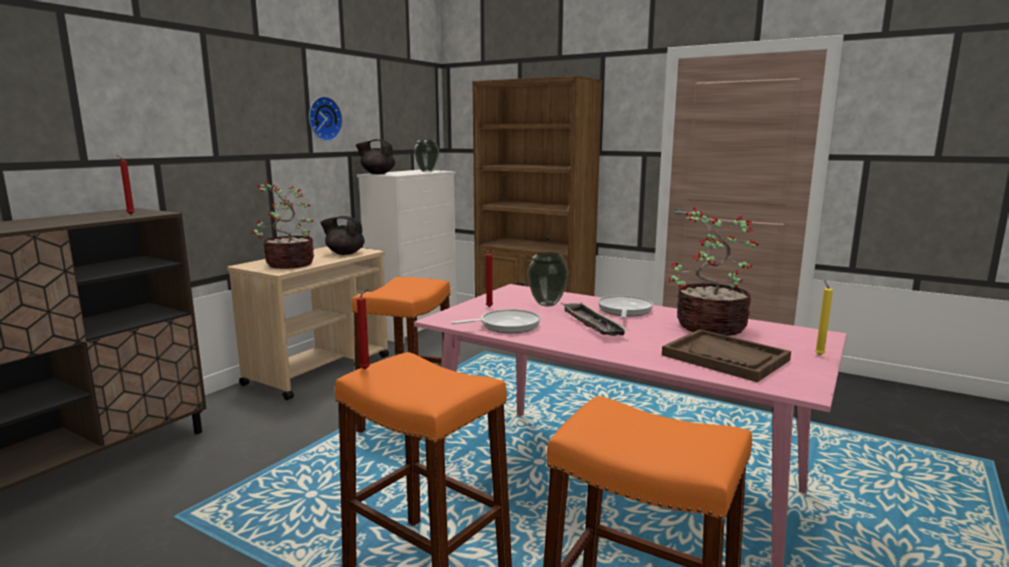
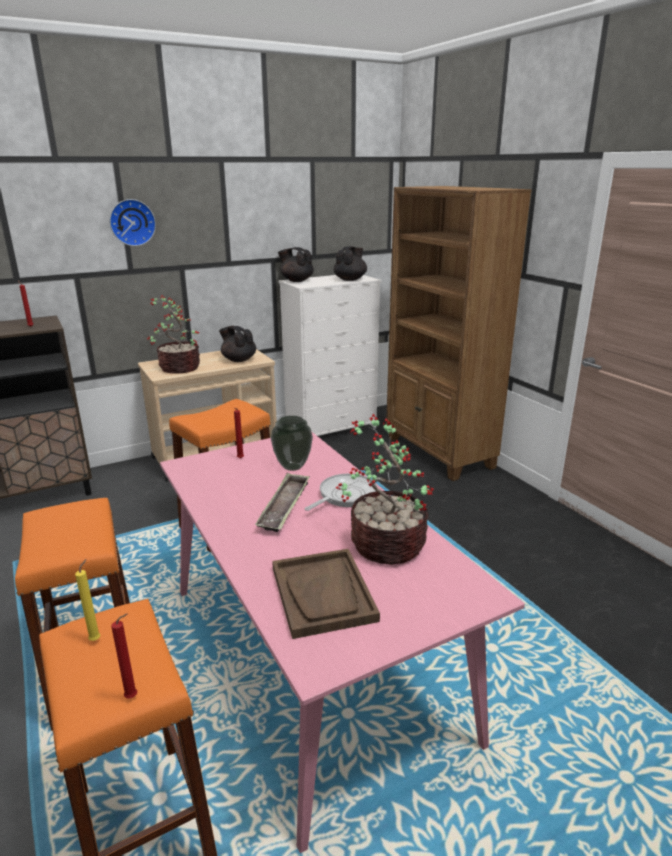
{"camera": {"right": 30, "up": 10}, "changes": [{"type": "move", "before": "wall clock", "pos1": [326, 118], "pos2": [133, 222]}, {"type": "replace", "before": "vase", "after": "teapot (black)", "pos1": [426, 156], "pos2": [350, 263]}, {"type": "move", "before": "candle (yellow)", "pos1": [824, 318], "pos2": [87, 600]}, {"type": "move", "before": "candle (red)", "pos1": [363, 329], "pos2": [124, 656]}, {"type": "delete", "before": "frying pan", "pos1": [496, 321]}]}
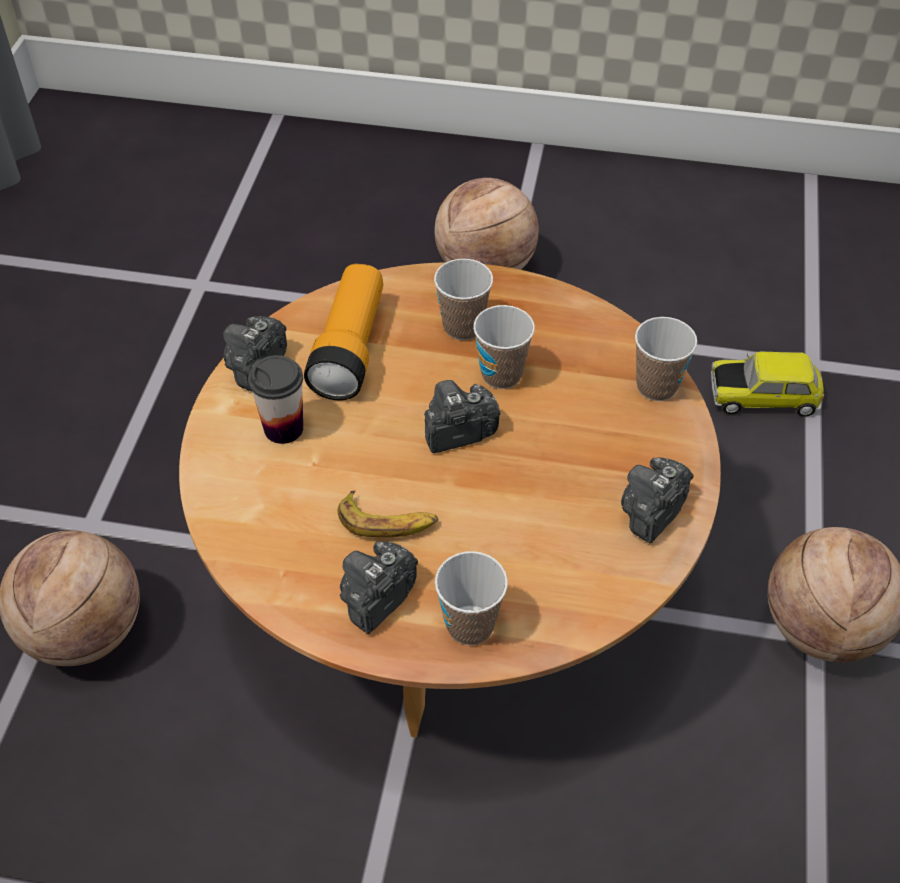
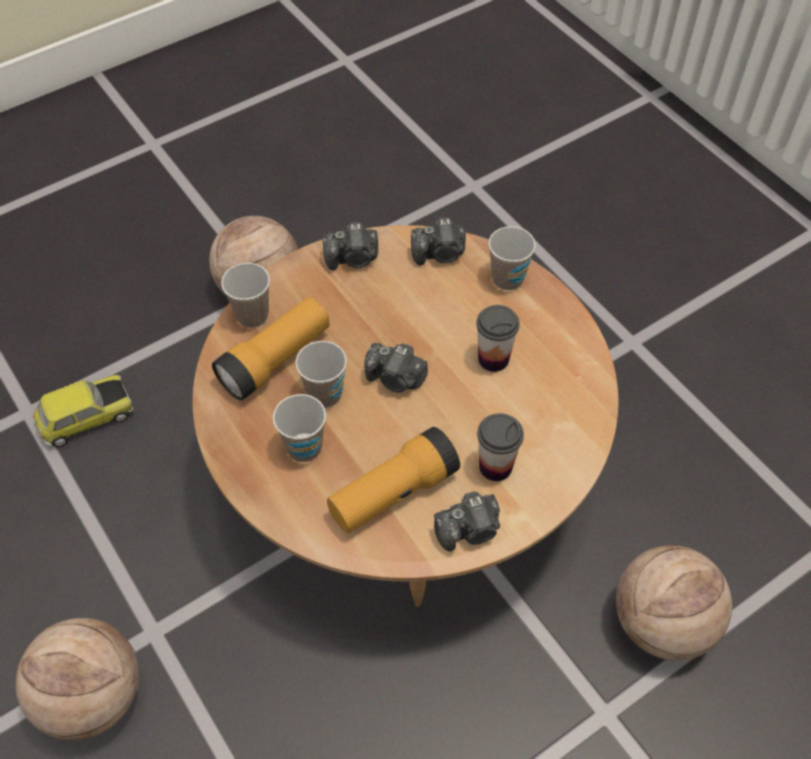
{"camera": {"right": -135, "up": 5}, "changes": [{"type": "rotate", "before": "toy car", "pos1": [767, 384], "pos2": [83, 411], "turn": -75}, {"type": "replace", "before": "banana", "after": "cup", "pos1": [388, 513], "pos2": [498, 338]}, {"type": "move", "before": "photo camera", "pos1": [379, 587], "pos2": [438, 241]}, {"type": "insert", "after": "flashlight", "pos2": [271, 348]}]}
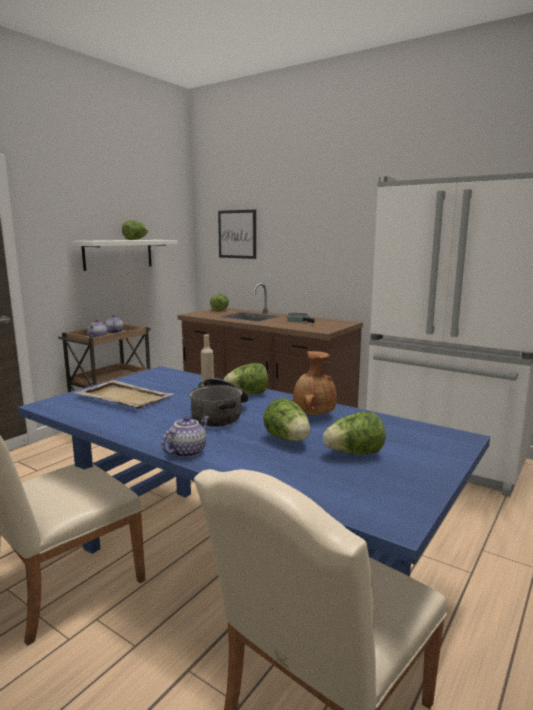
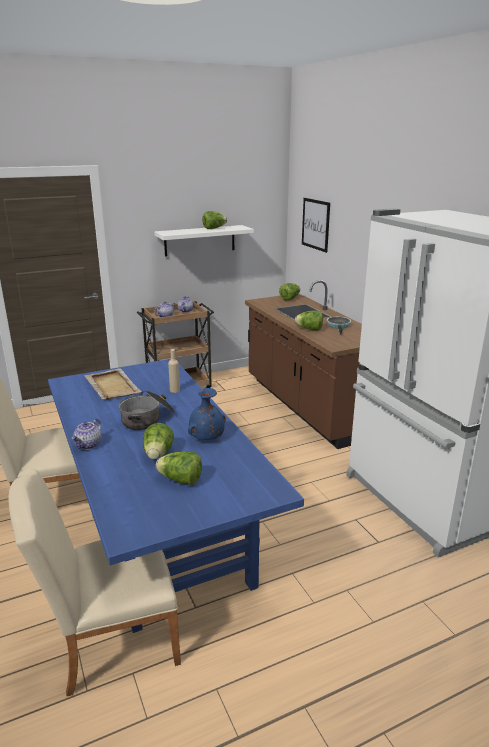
{"camera": {"right": 30, "up": 10}, "changes": [{"type": "recolor", "before": "vase (brown)", "after": "vase (blue)", "pos1": [315, 383], "pos2": [207, 414]}, {"type": "move", "before": "lettuce", "pos1": [246, 378], "pos2": [309, 320]}, {"type": "rotate", "before": "teapot", "pos1": [185, 437], "pos2": [86, 434], "turn": 135}]}
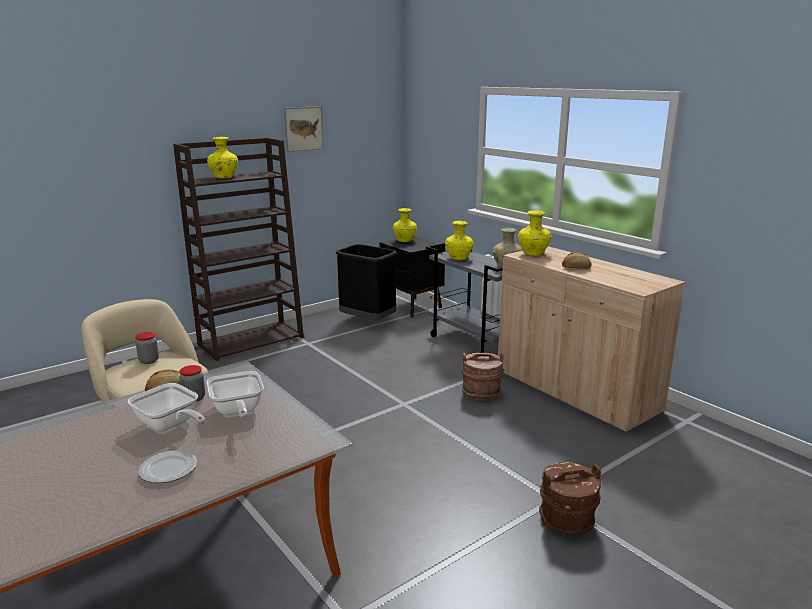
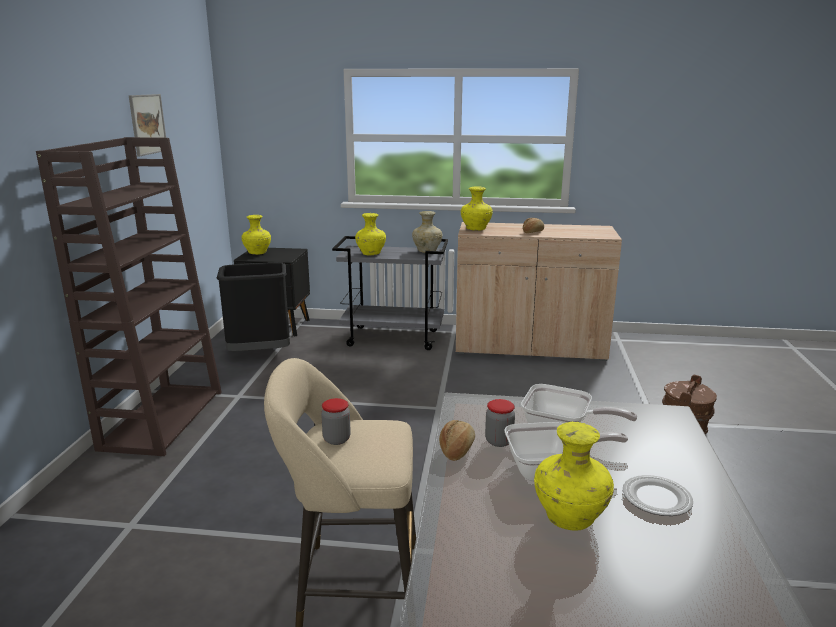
{"camera": {"right": -45, "up": 0}, "changes": [{"type": "move", "before": "vase (yellow)", "pos1": [222, 157], "pos2": [574, 476]}, {"type": "delete", "before": "bucket (brown)", "pos1": [482, 376]}]}
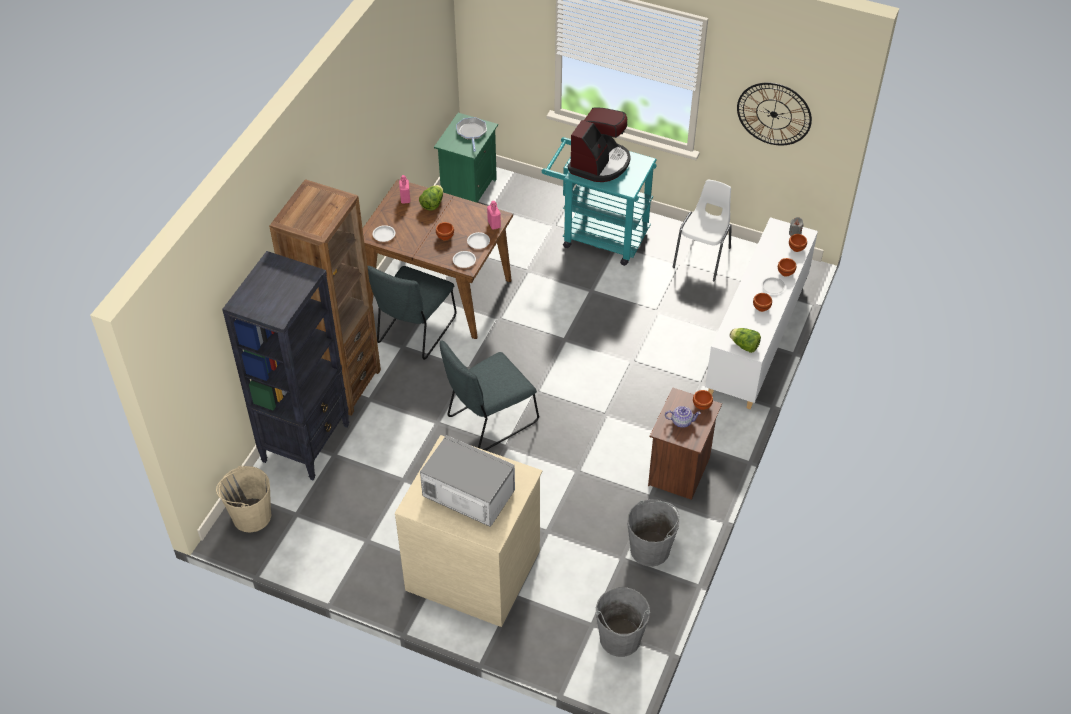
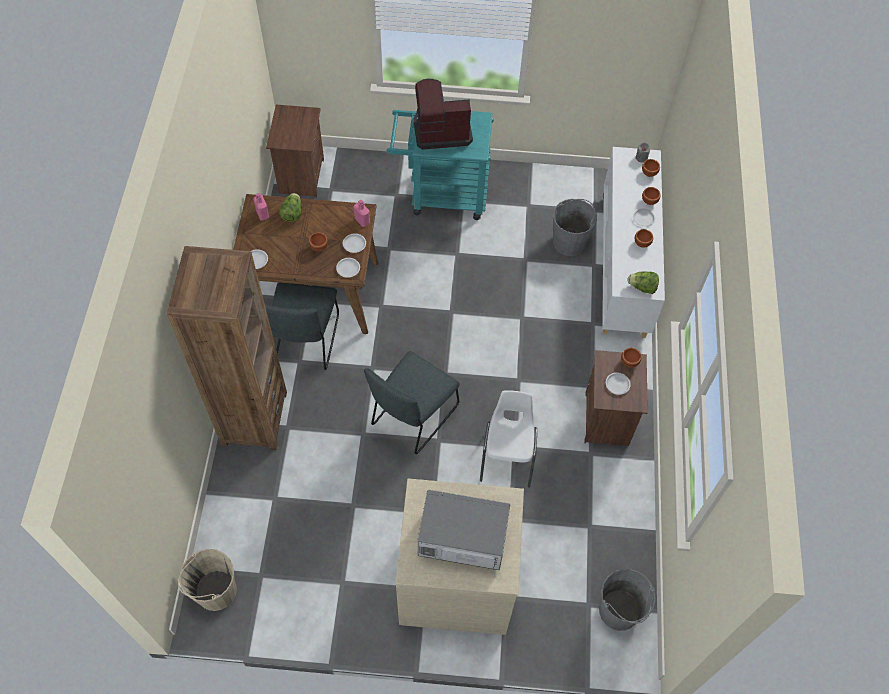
{"camera": {"right": -20, "up": 10}, "changes": [{"type": "delete", "before": "wall clock", "pos1": [774, 114]}, {"type": "rotate", "before": "coffee machine", "pos1": [599, 144], "pos2": [443, 114], "turn": -105}, {"type": "recolor", "before": "nightstand (green)", "after": "nightstand (brown)", "pos1": [466, 158], "pos2": [295, 151]}, {"type": "delete", "before": "frying pan", "pos1": [471, 134]}, {"type": "move", "before": "chair (white)", "pos1": [702, 230], "pos2": [508, 439]}, {"type": "delete", "before": "bookcase (black)", "pos1": [285, 366]}, {"type": "replace", "before": "teapot", "after": "plate (white)", "pos1": [683, 417], "pos2": [618, 384]}, {"type": "move", "before": "bucket (grey)", "pos1": [653, 533], "pos2": [575, 227]}]}
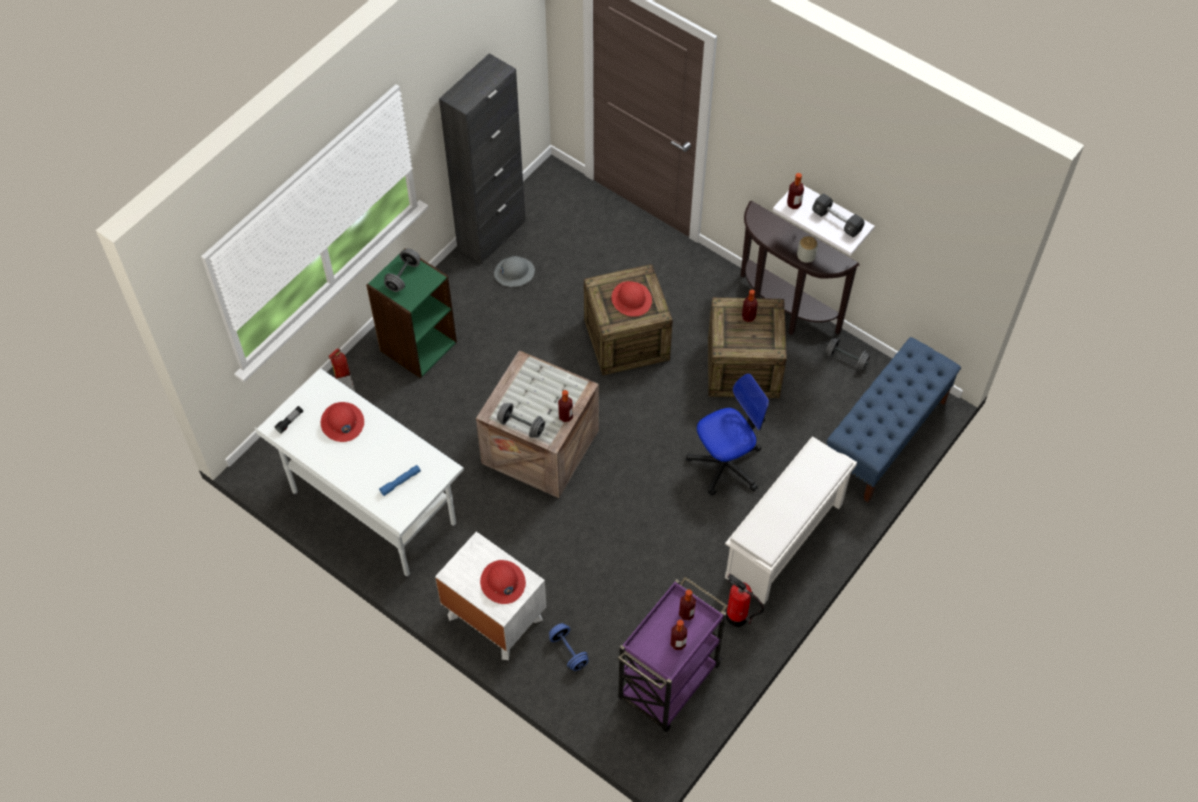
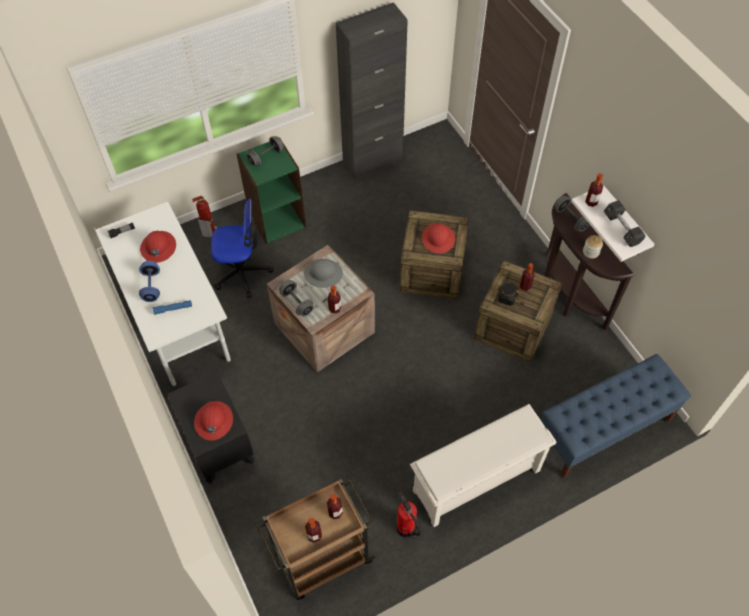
{"camera": {"right": 25, "up": 0}, "changes": [{"type": "move", "before": "hard hat (grey)", "pos1": [514, 271], "pos2": [323, 273]}, {"type": "move", "before": "dumbbell (grey)", "pos1": [848, 354], "pos2": [572, 214]}, {"type": "move", "before": "office chair", "pos1": [727, 434], "pos2": [242, 248]}, {"type": "recolor", "before": "nightstand (white)", "after": "nightstand (black)", "pos1": [490, 596], "pos2": [210, 428]}, {"type": "recolor", "before": "cart (purple)", "after": "cart (brown)", "pos1": [672, 654], "pos2": [316, 539]}, {"type": "move", "before": "dumbbell (blue)", "pos1": [569, 647], "pos2": [149, 281]}, {"type": "insert", "after": "jar (black)", "pos2": [508, 294]}]}
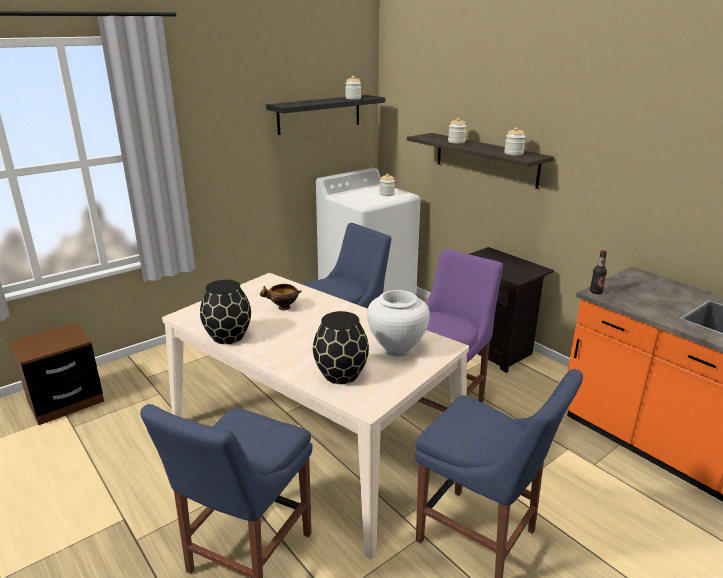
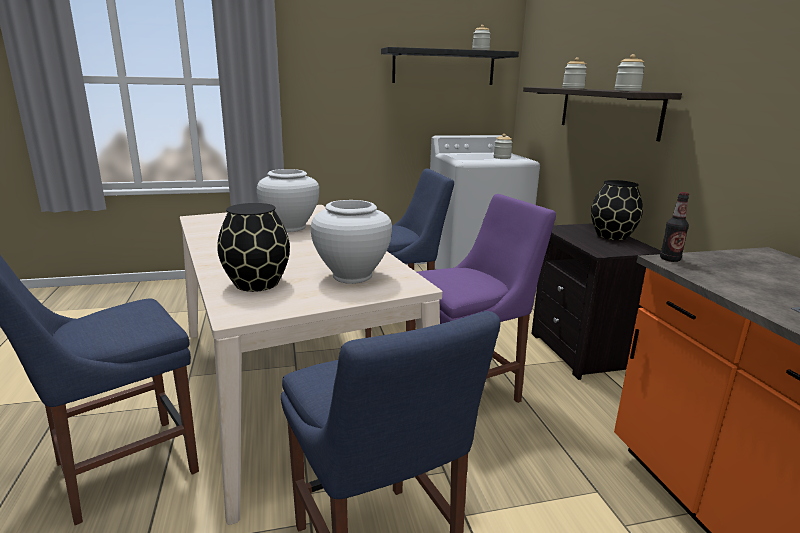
{"camera": {"right": 25, "up": -5}, "changes": [{"type": "move", "before": "vase (black)", "pos1": [225, 312], "pos2": [617, 210]}, {"type": "replace", "before": "bowl", "after": "vase (white)", "pos1": [281, 297], "pos2": [288, 200]}, {"type": "delete", "before": "nightstand (brown)", "pos1": [57, 373]}]}
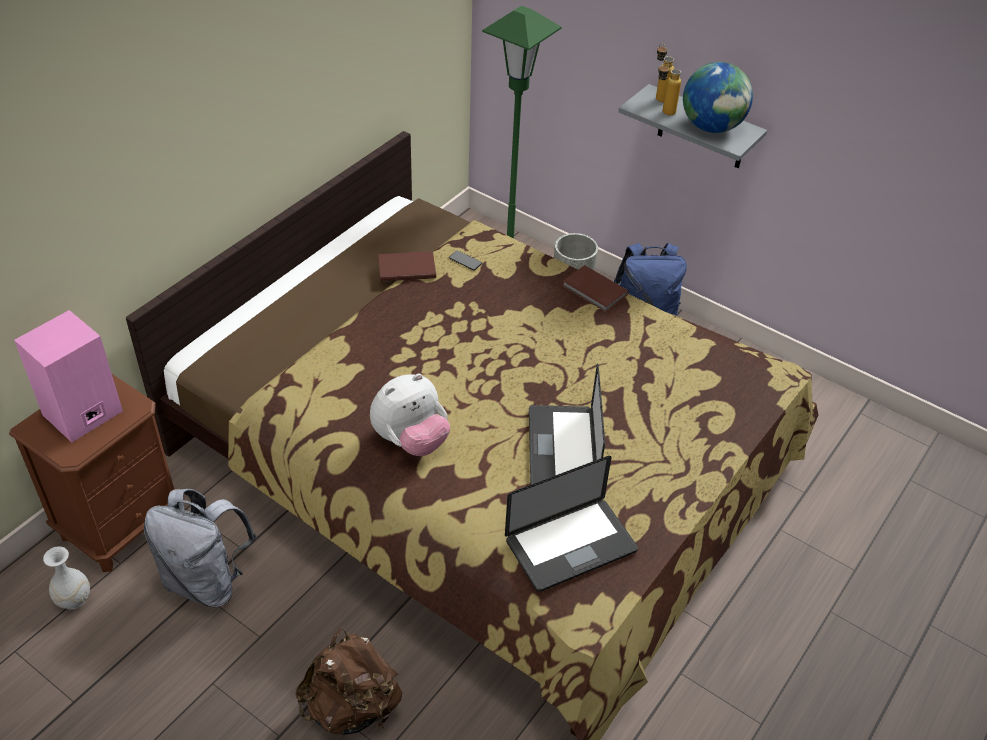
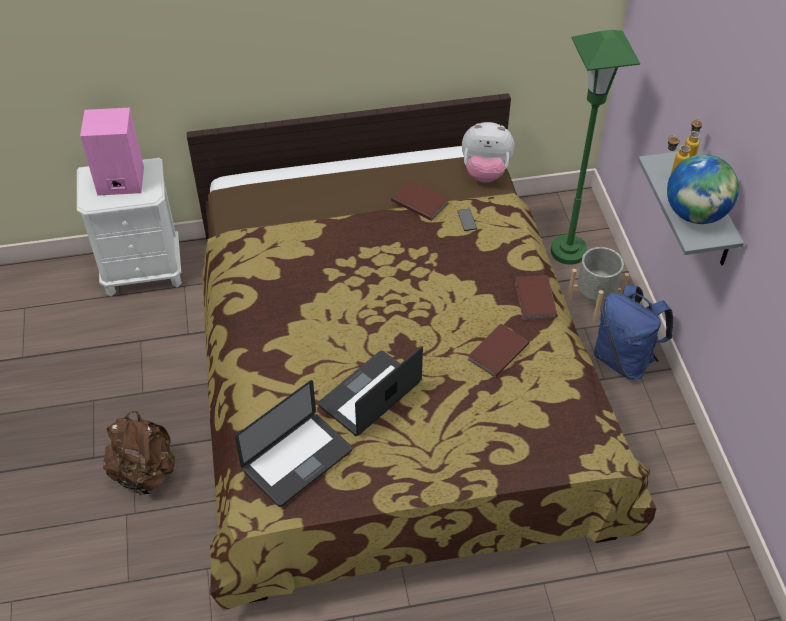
{"camera": {"right": 45, "up": 5}, "changes": [{"type": "recolor", "before": "nightstand (brown)", "after": "nightstand (white)", "pos1": [92, 473], "pos2": [129, 227]}, {"type": "move", "before": "plush toy", "pos1": [410, 415], "pos2": [488, 152]}, {"type": "rotate", "before": "laptop", "pos1": [571, 524], "pos2": [293, 443], "turn": -60}, {"type": "delete", "before": "backpack (grey)", "pos1": [200, 548]}, {"type": "delete", "before": "vase (white)", "pos1": [66, 578]}, {"type": "insert", "after": "book (brown)", "pos2": [498, 351]}]}
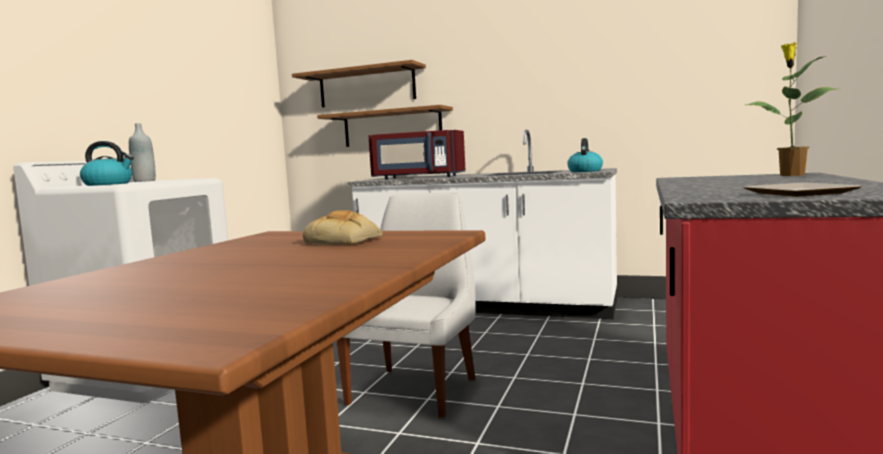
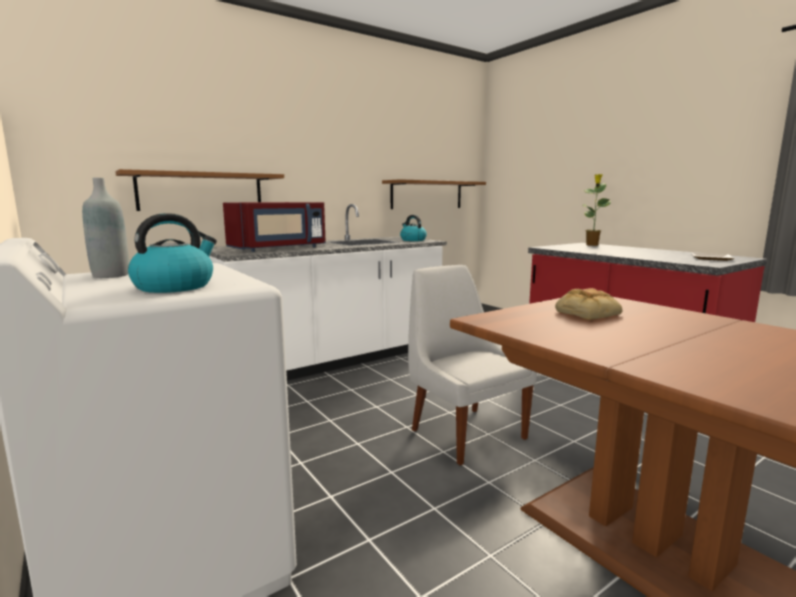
{"camera": {"right": -55, "up": 5}, "changes": [{"type": "move", "before": "shelf (brown)", "pos1": [359, 83], "pos2": [434, 194]}]}
